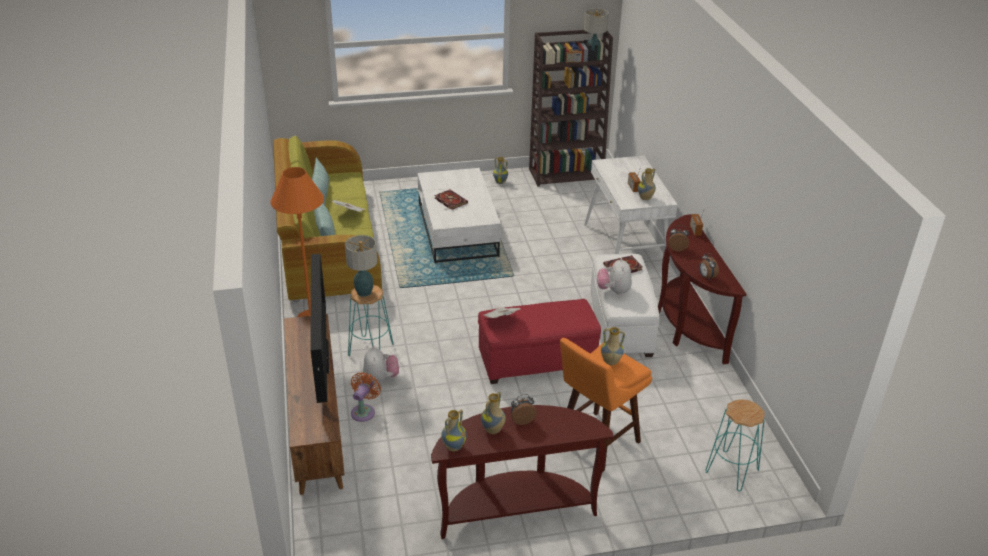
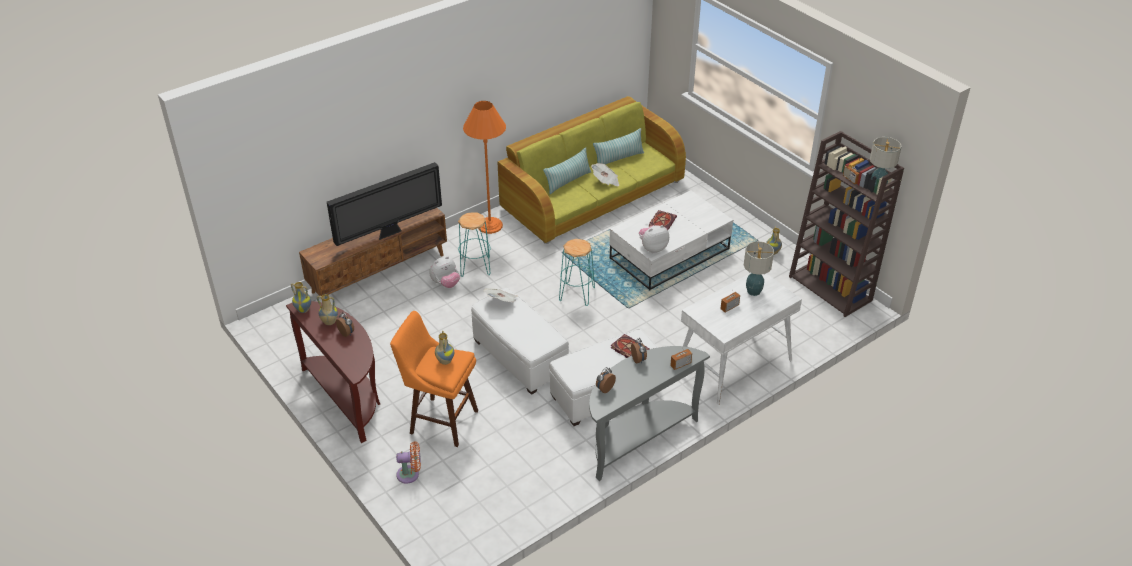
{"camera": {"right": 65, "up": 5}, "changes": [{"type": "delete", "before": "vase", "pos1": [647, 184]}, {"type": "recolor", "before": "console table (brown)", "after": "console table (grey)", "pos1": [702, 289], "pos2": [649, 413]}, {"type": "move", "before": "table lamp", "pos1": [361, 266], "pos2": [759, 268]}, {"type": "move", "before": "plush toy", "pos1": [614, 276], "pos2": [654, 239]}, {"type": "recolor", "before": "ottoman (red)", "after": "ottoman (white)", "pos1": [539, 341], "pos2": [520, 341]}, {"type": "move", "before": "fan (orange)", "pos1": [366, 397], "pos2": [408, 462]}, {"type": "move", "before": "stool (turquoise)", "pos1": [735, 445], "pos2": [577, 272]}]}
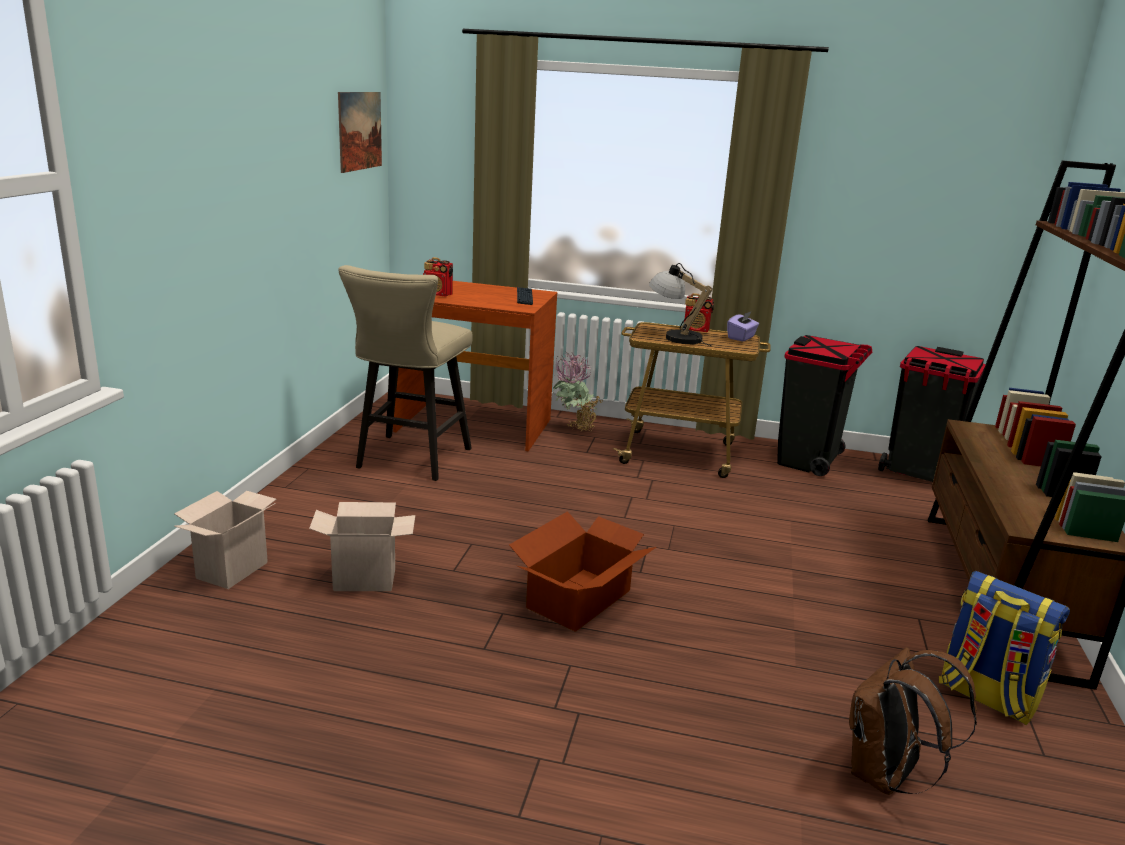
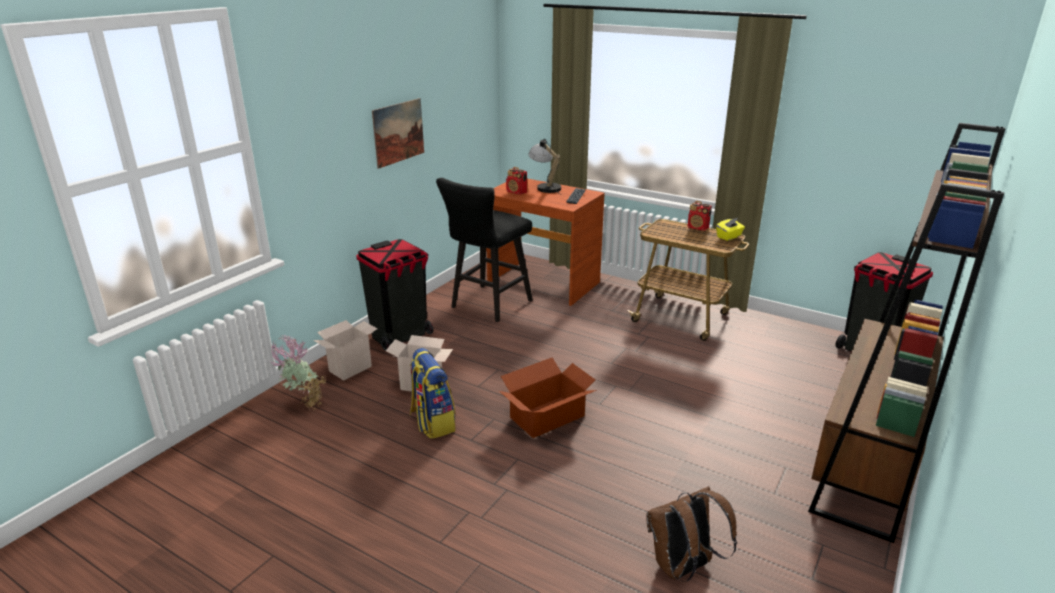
{"camera": {"right": 20, "up": 5}, "changes": [{"type": "move", "before": "picture", "pos1": [360, 132], "pos2": [398, 133]}, {"type": "move", "before": "table lamp", "pos1": [681, 304], "pos2": [544, 167]}, {"type": "recolor", "before": "stool (beige)", "after": "stool (black)", "pos1": [405, 373], "pos2": [484, 250]}, {"type": "recolor", "before": "tissue box (purple)", "after": "tissue box (yellow)", "pos1": [743, 326], "pos2": [730, 229]}, {"type": "move", "before": "trash can (black)", "pos1": [824, 405], "pos2": [394, 295]}, {"type": "move", "before": "potted plant", "pos1": [577, 392], "pos2": [298, 373]}, {"type": "move", "before": "backpack", "pos1": [1004, 648], "pos2": [432, 393]}]}
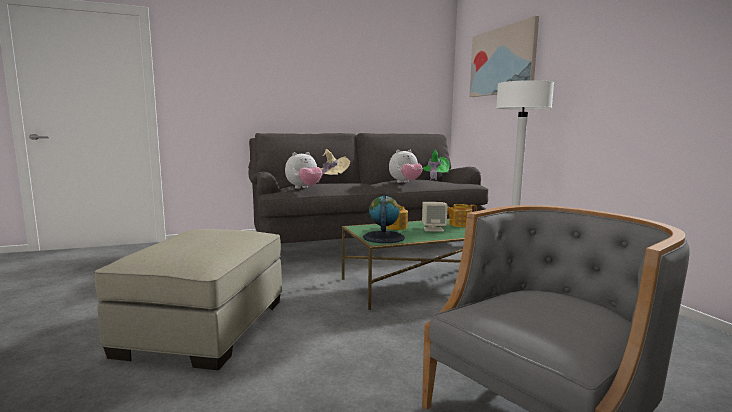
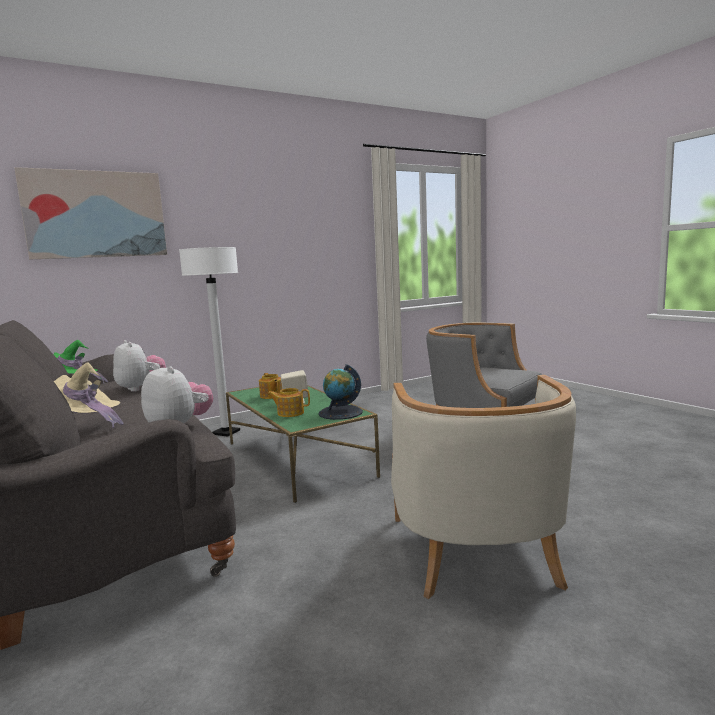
{"camera": {"right": -100, "up": 0}, "changes": [{"type": "replace", "before": "ottoman (beige)", "after": "armchair (beige)", "pos1": [188, 299], "pos2": [483, 487]}]}
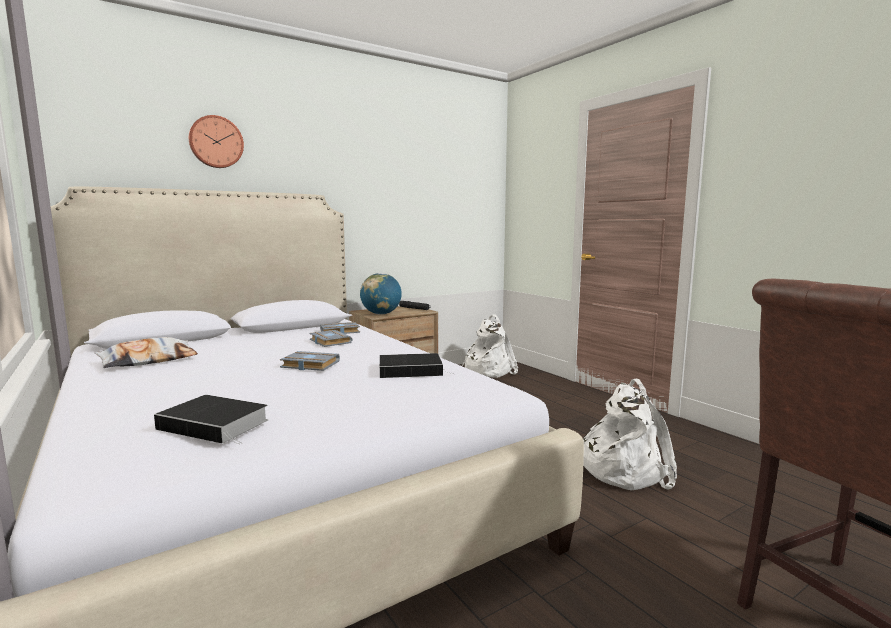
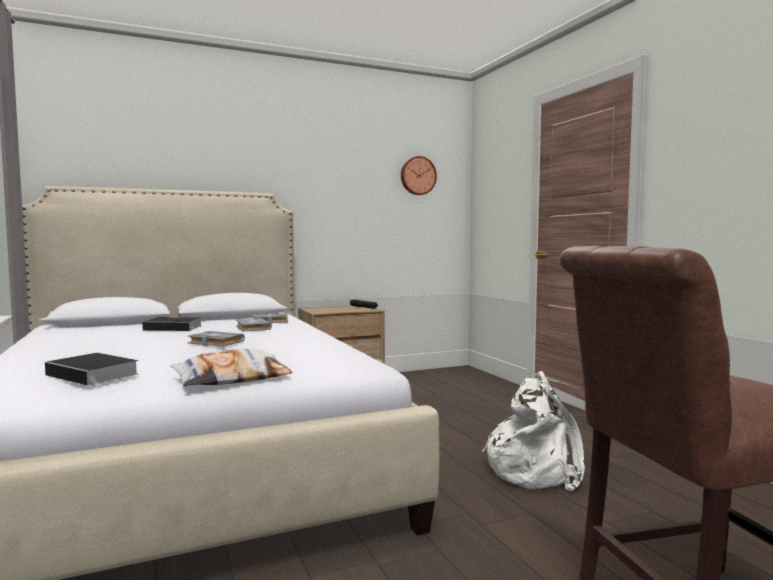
{"camera": {"right": 10, "up": -5}, "changes": [{"type": "move", "before": "wall clock", "pos1": [216, 141], "pos2": [419, 175]}, {"type": "delete", "before": "globe", "pos1": [381, 294]}, {"type": "delete", "before": "backpack (white)", "pos1": [490, 346]}, {"type": "move", "before": "pillow", "pos1": [146, 352], "pos2": [230, 367]}, {"type": "move", "before": "book", "pos1": [417, 365], "pos2": [172, 324]}]}
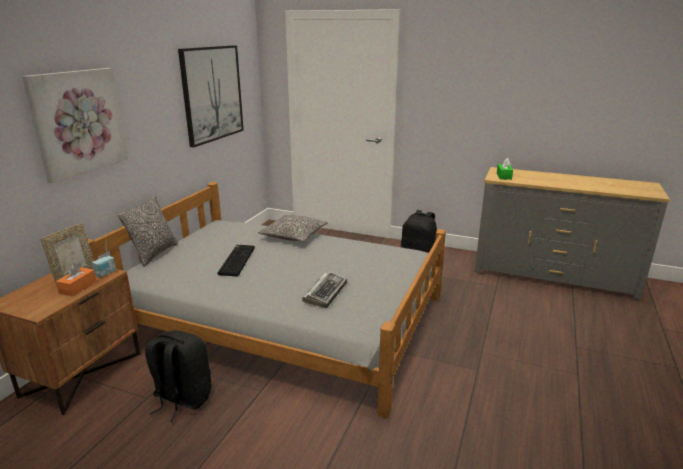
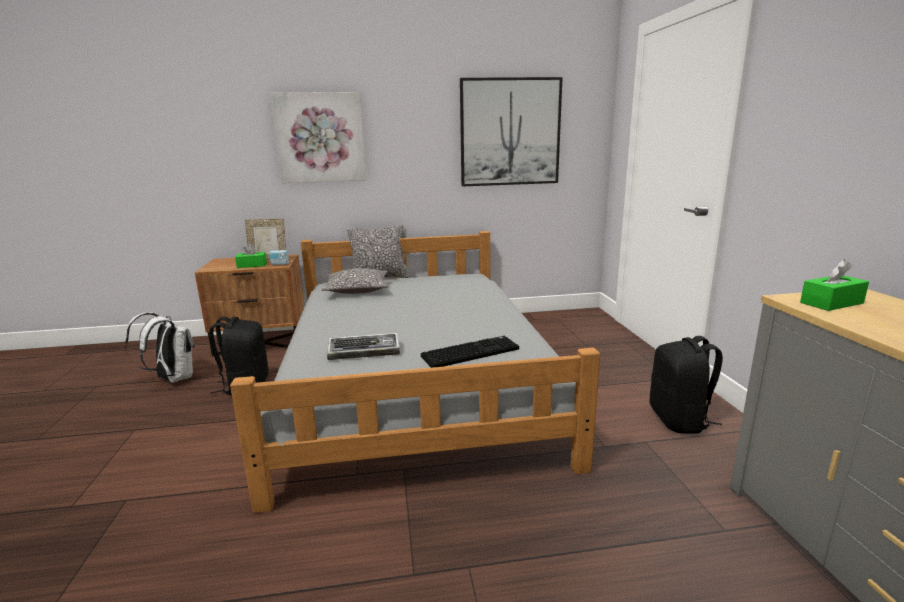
{"camera": {"right": 60, "up": -5}, "changes": [{"type": "move", "before": "pillow", "pos1": [293, 228], "pos2": [354, 281]}, {"type": "move", "before": "keyboard", "pos1": [236, 261], "pos2": [470, 352]}, {"type": "recolor", "before": "tissue box (orange)", "after": "tissue box (green)", "pos1": [76, 279], "pos2": [251, 255]}, {"type": "insert", "after": "backpack (white)", "pos2": [160, 347]}]}
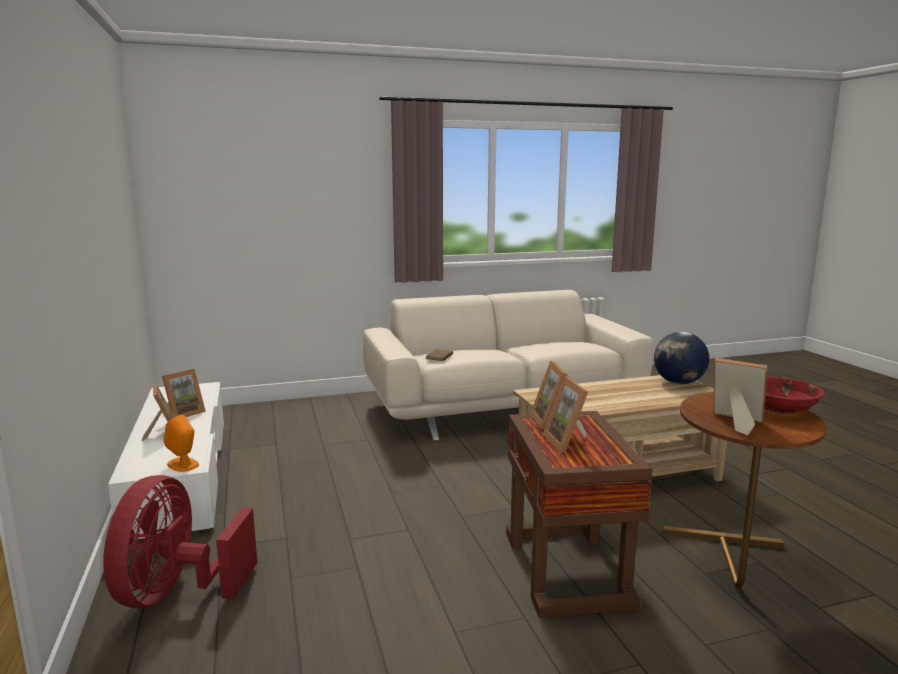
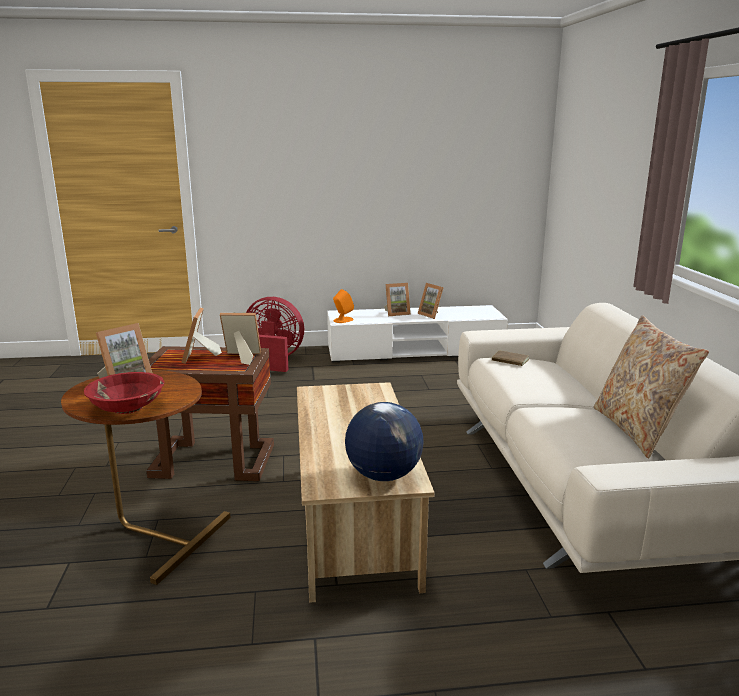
{"camera": {"right": 100, "up": 5}, "changes": [{"type": "rotate", "before": "picture frame", "pos1": [565, 414], "pos2": [201, 335], "turn": -90}, {"type": "insert", "after": "pillow (beige)", "pos2": [651, 386]}]}
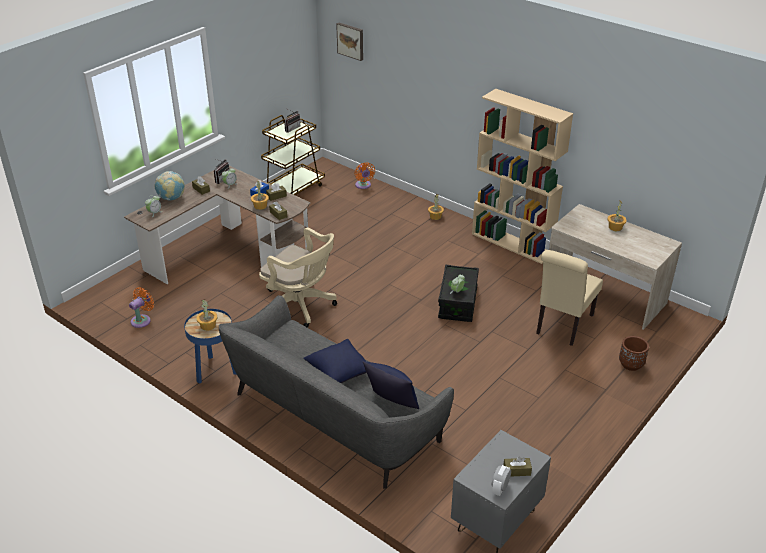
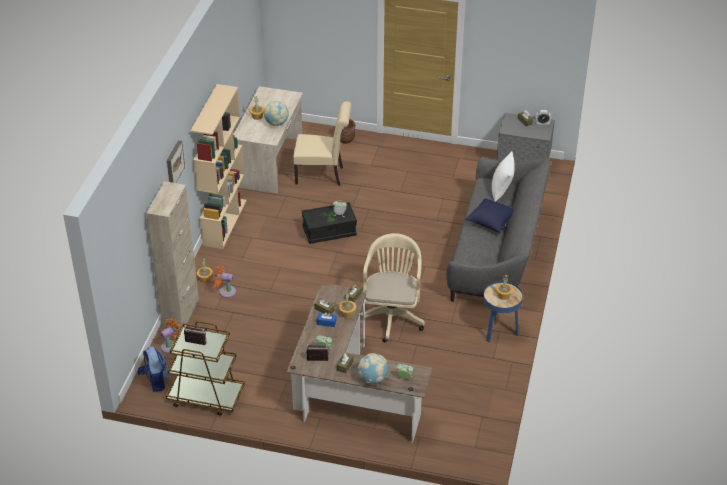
{"camera": {"right": -115, "up": 5}, "changes": [{"type": "move", "before": "picture", "pos1": [349, 42], "pos2": [176, 161]}, {"type": "move", "before": "fan (orange)", "pos1": [141, 307], "pos2": [224, 281]}, {"type": "recolor", "before": "pillow (blue)", "after": "pillow (white)", "pos1": [391, 385], "pos2": [503, 176]}, {"type": "insert", "after": "globe", "pos2": [276, 113]}, {"type": "insert", "after": "cabinet (beige)", "pos2": [172, 256]}, {"type": "insert", "after": "backpack", "pos2": [153, 369]}]}
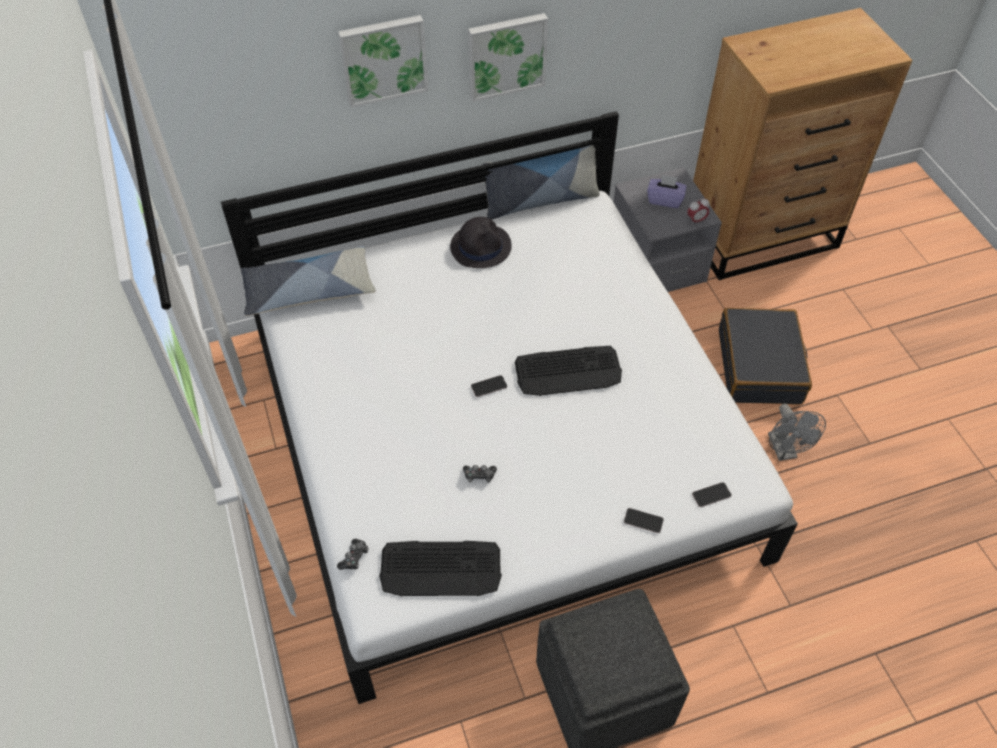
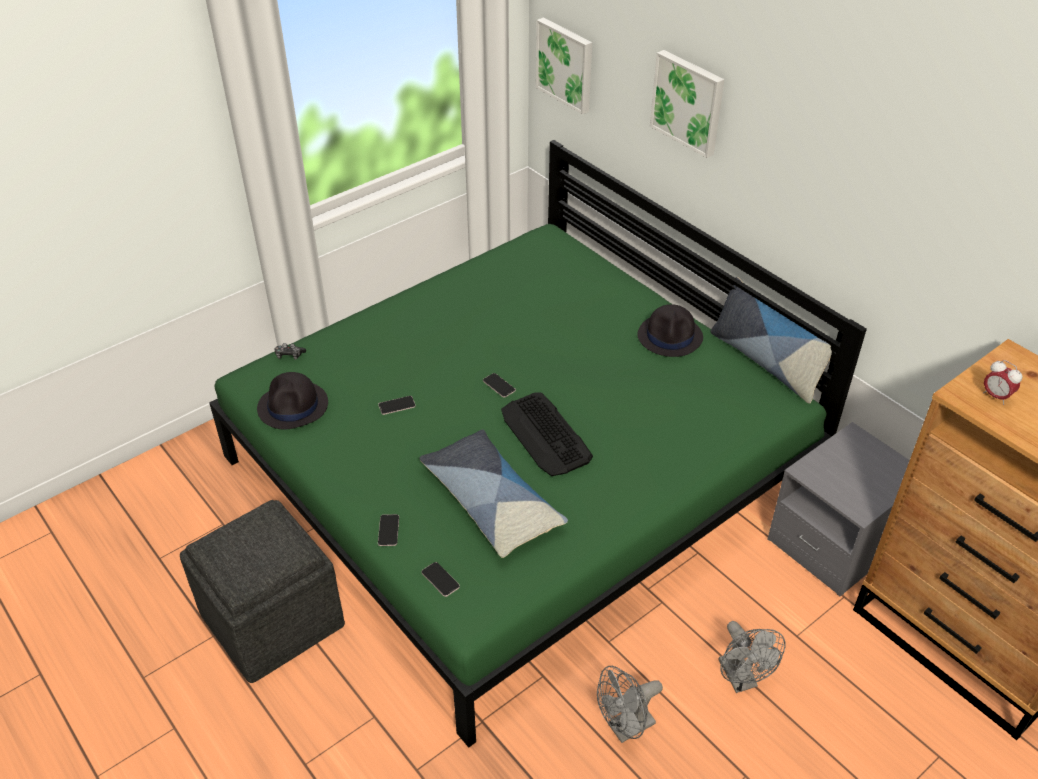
{"camera": {"right": 70, "up": -10}, "changes": [{"type": "move", "before": "picture", "pos1": [508, 57], "pos2": [564, 66]}, {"type": "recolor", "before": "bed (white)", "after": "bed (green)", "pos1": [509, 407], "pos2": [538, 444]}, {"type": "delete", "before": "tissue box (purple)", "pos1": [667, 191]}, {"type": "move", "before": "alarm clock", "pos1": [698, 211], "pos2": [1002, 382]}, {"type": "move", "before": "pillow", "pos1": [308, 281], "pos2": [493, 493]}, {"type": "replace", "before": "suitcase (black)", "after": "fan (grey)", "pos1": [765, 356], "pos2": [752, 657]}, {"type": "replace", "before": "game controller", "after": "phone", "pos1": [480, 474], "pos2": [396, 405]}, {"type": "replace", "before": "keyboard", "after": "hat (black)", "pos1": [440, 568], "pos2": [292, 401]}]}
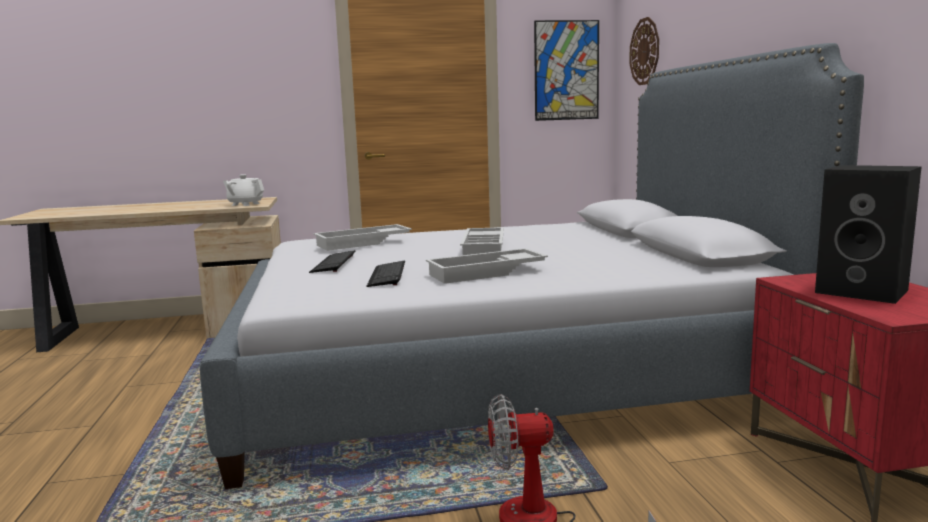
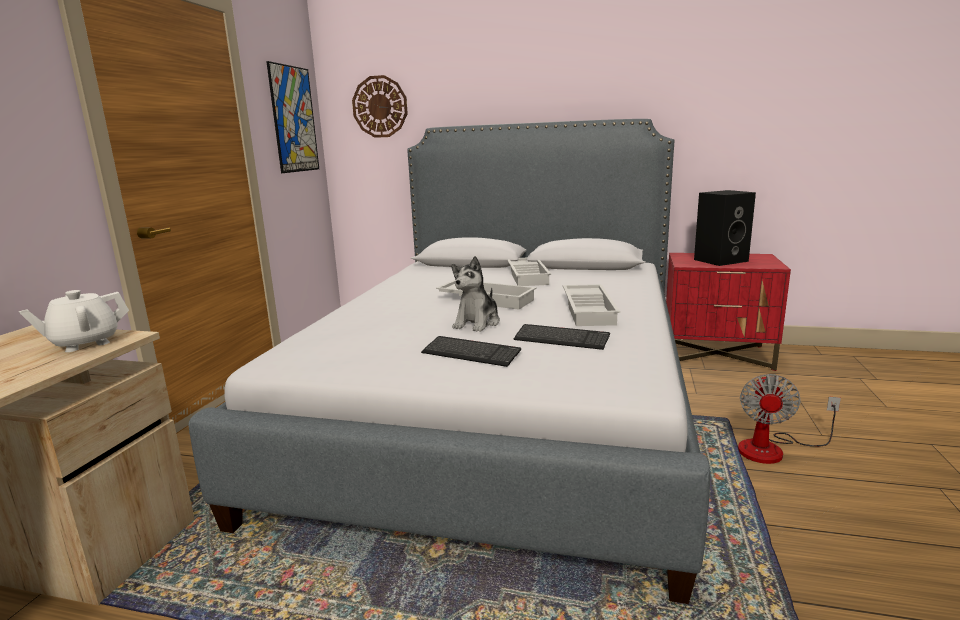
{"camera": {"right": -65, "up": 5}, "changes": [{"type": "move", "before": "tray (white)", "pos1": [362, 237], "pos2": [529, 272]}, {"type": "insert", "after": "plush toy", "pos2": [476, 294]}]}
